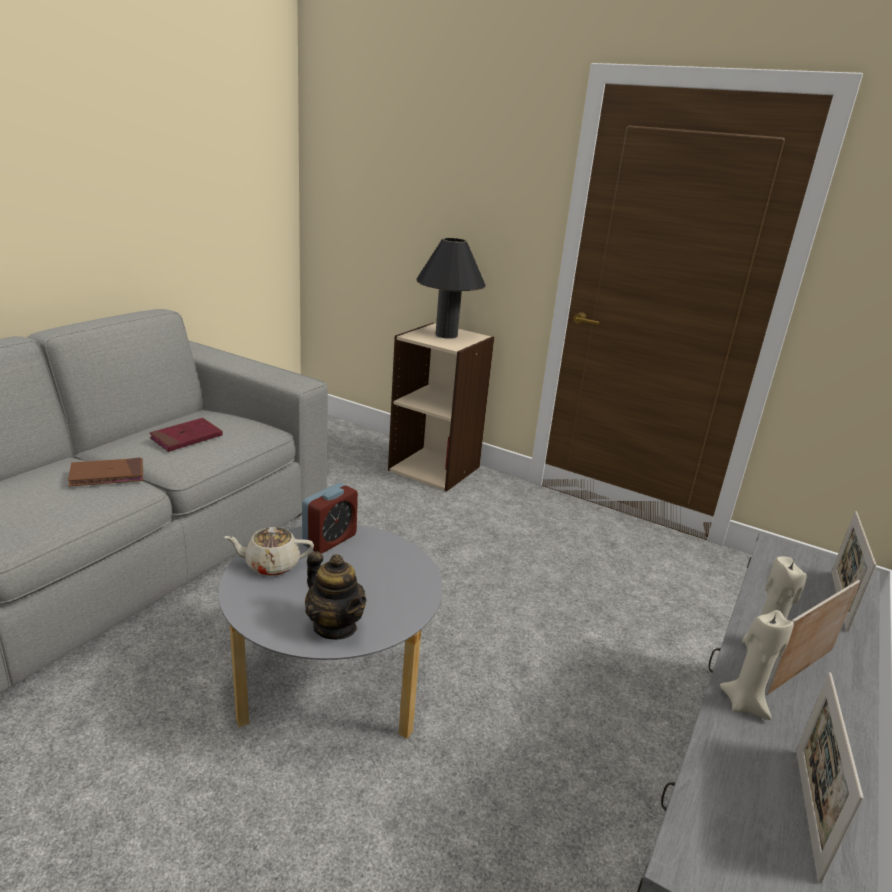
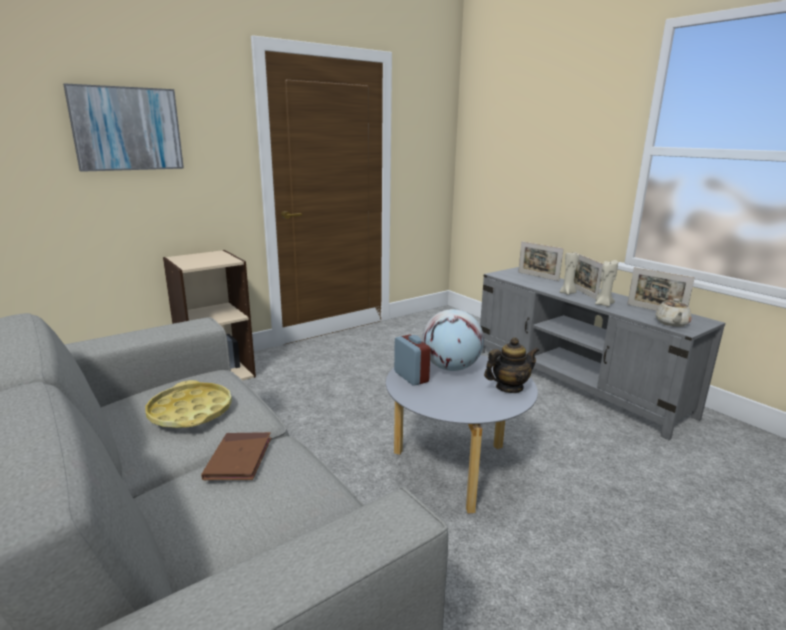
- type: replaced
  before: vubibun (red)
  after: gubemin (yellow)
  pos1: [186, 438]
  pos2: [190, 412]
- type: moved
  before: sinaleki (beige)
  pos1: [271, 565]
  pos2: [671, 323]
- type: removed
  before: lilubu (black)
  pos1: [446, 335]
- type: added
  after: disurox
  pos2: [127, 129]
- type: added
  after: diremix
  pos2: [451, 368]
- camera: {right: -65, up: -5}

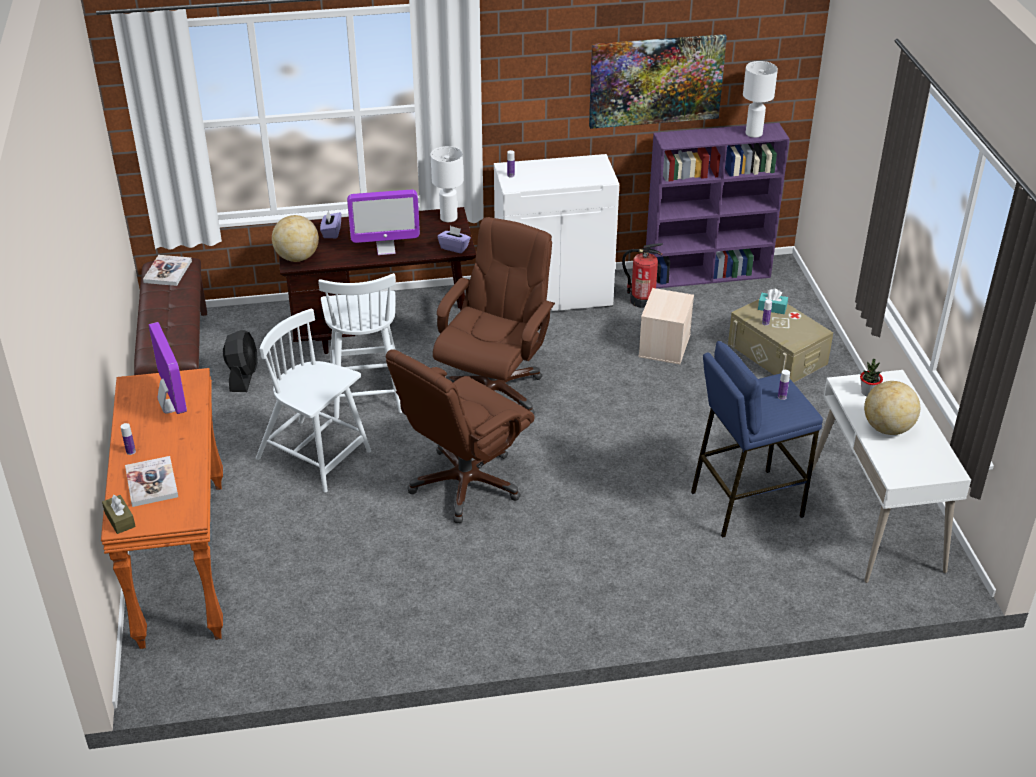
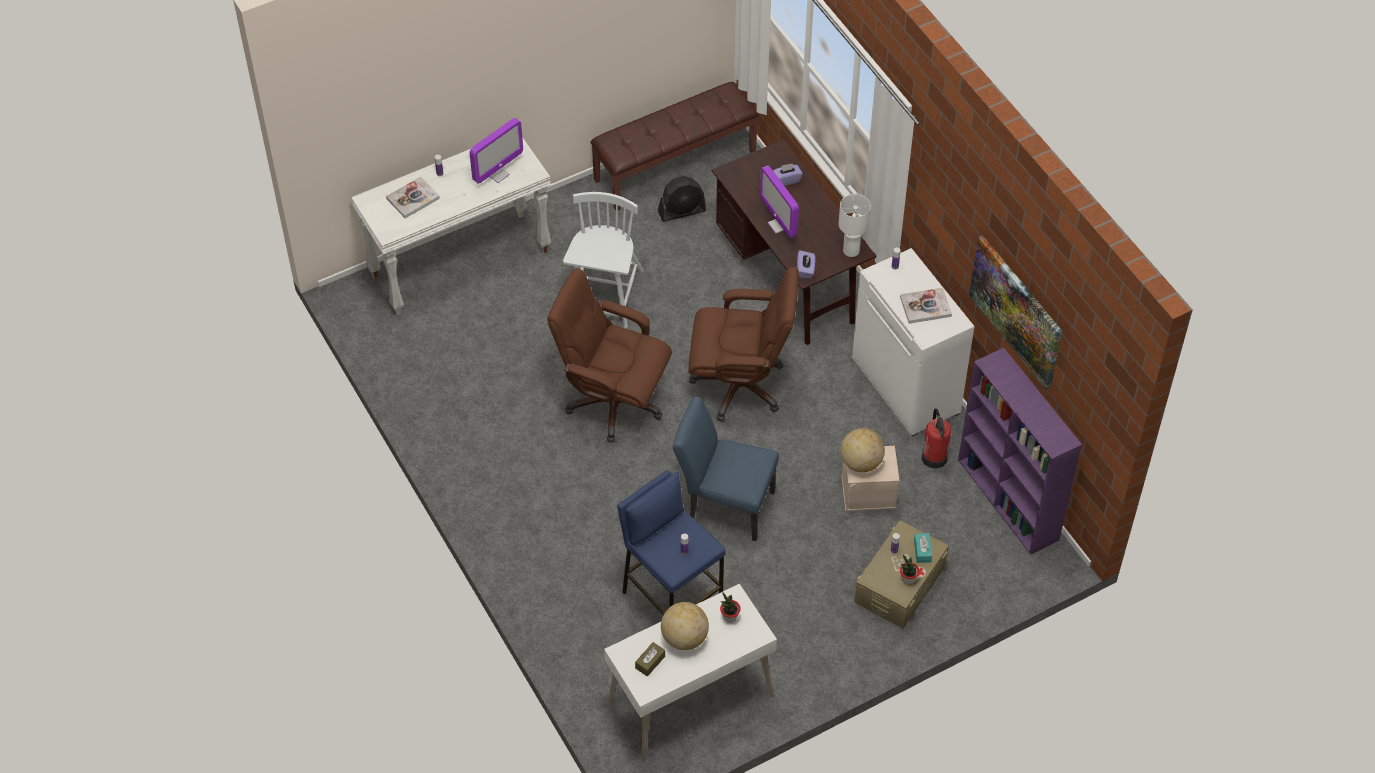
- type: recoloured
  before: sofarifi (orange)
  after: sofarifi (white)
  pos1: [181, 562]
  pos2: [460, 263]
- type: moved
  before: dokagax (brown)
  pos1: [120, 520]
  pos2: [650, 662]
- type: moved
  before: vubibun
  pos1: [168, 272]
  pos2: [925, 306]
- type: moved
  before: diremix
  pos1: [297, 257]
  pos2: [861, 462]
- type: removed
  before: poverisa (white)
  pos1: [366, 387]
- type: removed
  before: lilubu (white)
  pos1: [753, 134]
- type: added
  after: poverisa (blue)
  pos2: [724, 504]
- type: added
  after: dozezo
  pos2: [908, 579]
- camera: {right: 70, up: 15}

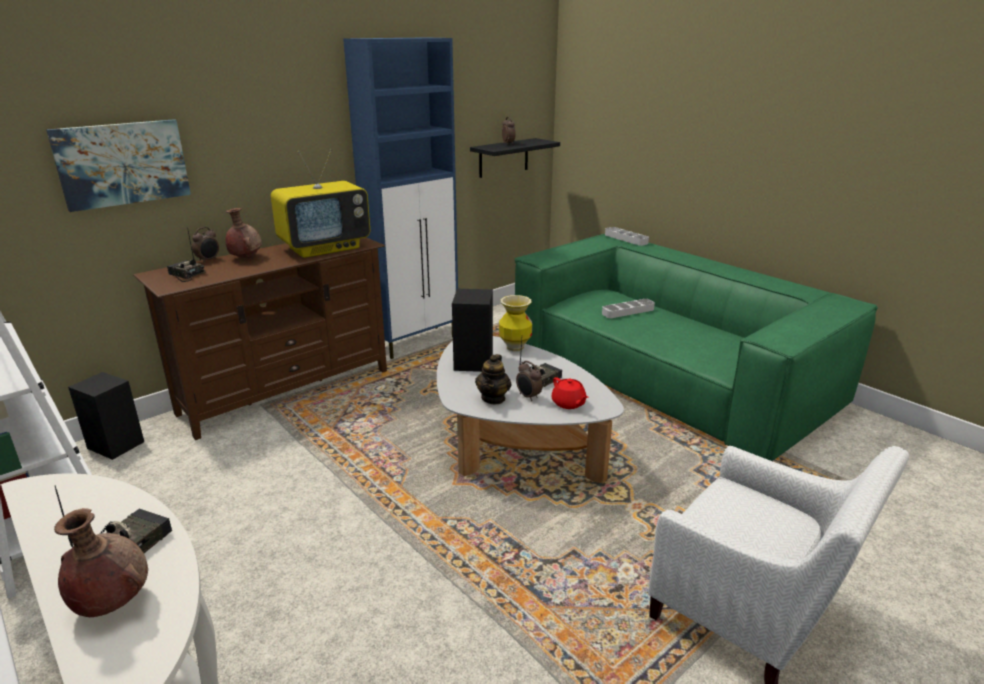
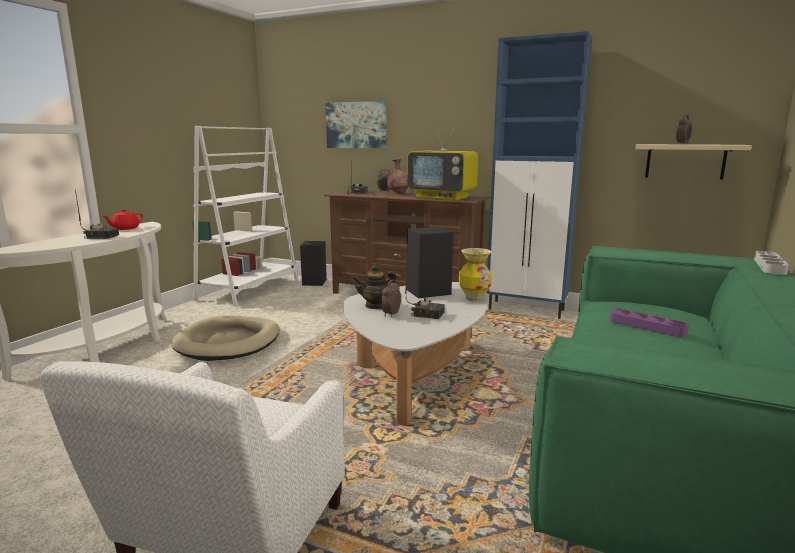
- type: removed
  before: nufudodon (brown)
  pos1: [111, 603]
- type: recoloured
  before: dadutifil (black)
  after: dadutifil (beige)
  pos1: [503, 158]
  pos2: [685, 161]
- type: moved
  before: sinaleki (red)
  pos1: [568, 403]
  pos2: [125, 228]
- type: recoloured
  before: gubemin (grey)
  after: gubemin (purple)
  pos1: [628, 311]
  pos2: [647, 326]
- type: added
  after: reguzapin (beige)
  pos2: [228, 342]
- camera: {right: 65, up: -10}

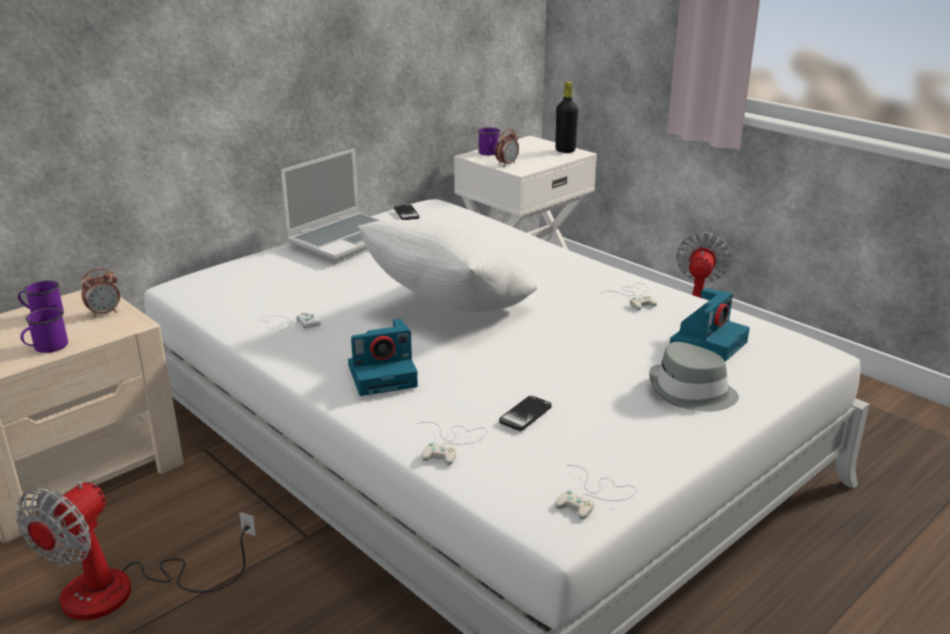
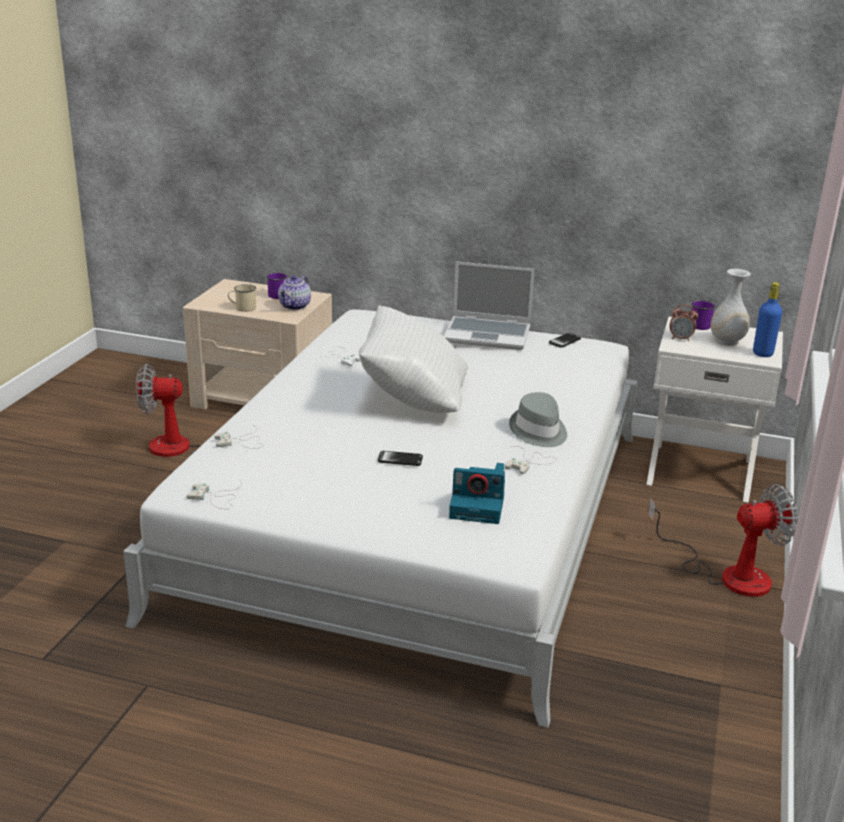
- type: recoloured
  before: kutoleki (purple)
  after: kutoleki (beige)
  pos1: [46, 348]
  pos2: [242, 308]
- type: replaced
  before: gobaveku
  after: sinaleki
  pos1: [104, 313]
  pos2: [295, 306]
- type: removed
  before: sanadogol
  pos1: [384, 375]
- type: moved
  before: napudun
  pos1: [525, 414]
  pos2: [400, 459]
- type: recoloured
  before: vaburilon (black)
  after: vaburilon (blue)
  pos1: [565, 150]
  pos2: [762, 353]
- type: moved
  before: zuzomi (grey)
  pos1: [691, 392]
  pos2: [538, 431]
- type: added
  after: nufudodon (white)
  pos2: [727, 341]
- camera: {right: 60, up: 0}

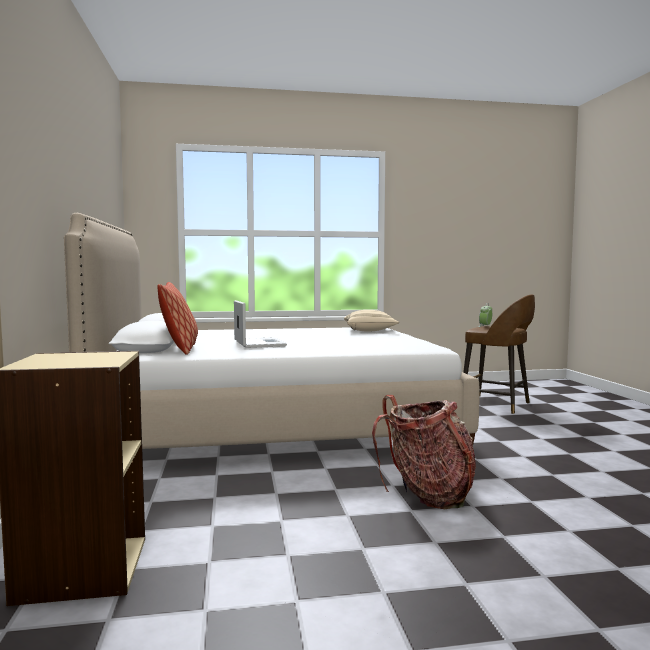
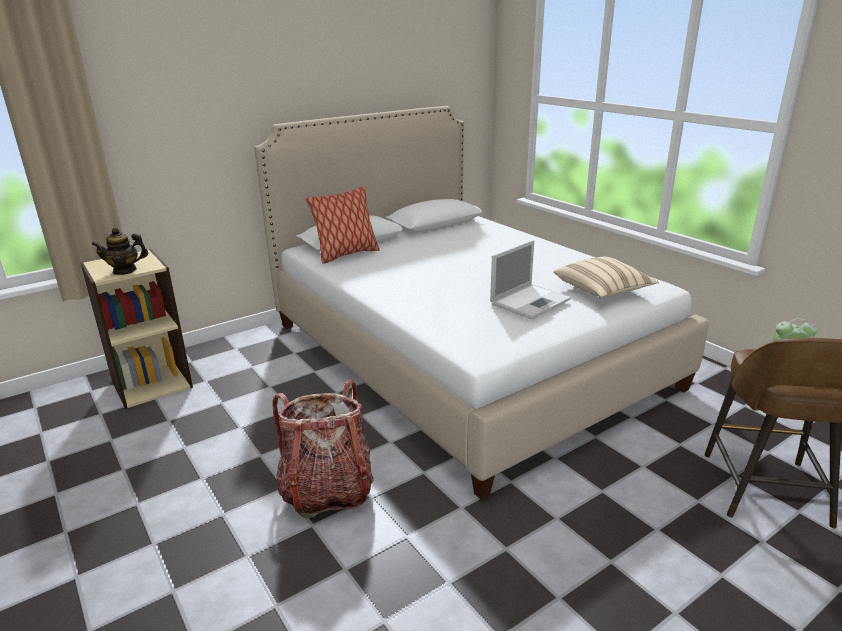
- type: moved
  before: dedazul
  pos1: [259, 343]
  pos2: [531, 301]
- type: added
  after: sinaleki
  pos2: [125, 270]
- camera: {right: 65, up: 20}

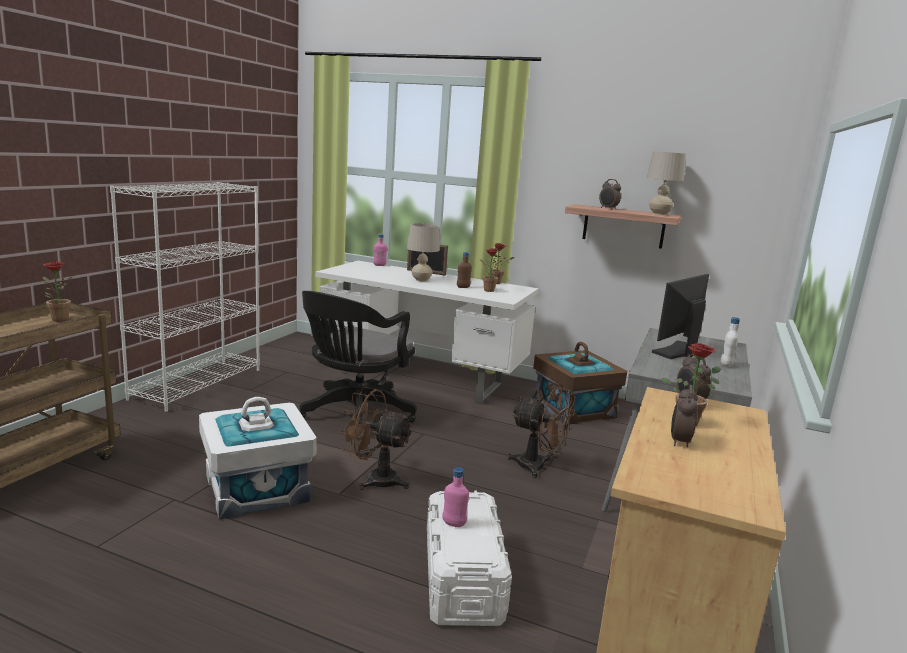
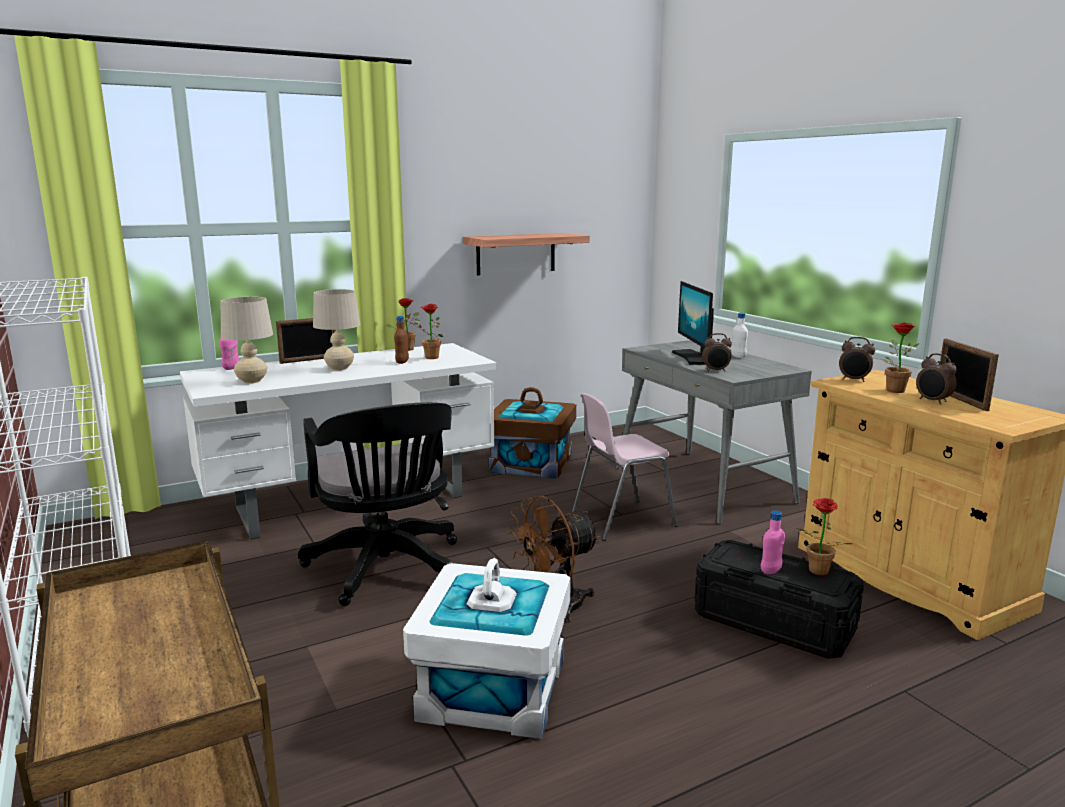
- type: moved
  before: dozezo
  pos1: [57, 319]
  pos2: [816, 572]
- type: recoloured
  before: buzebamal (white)
  after: buzebamal (black)
  pos1: [462, 578]
  pos2: [774, 622]
- type: replaced
  before: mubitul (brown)
  after: poverisa (pink)
  pos1: [538, 467]
  pos2: [621, 520]
- type: moved
  before: gobaveku
  pos1: [608, 208]
  pos2: [716, 371]
- type: moved
  before: lilubu (beige)
  pos1: [659, 214]
  pos2: [252, 381]
- type: added
  after: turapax
  pos2: [960, 400]
- camera: {right: -50, up: 0}

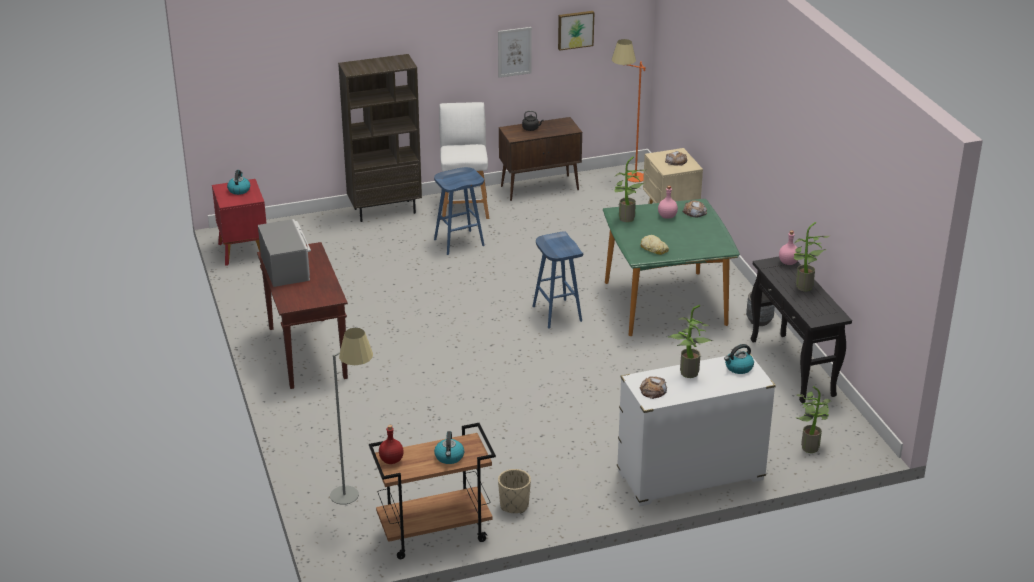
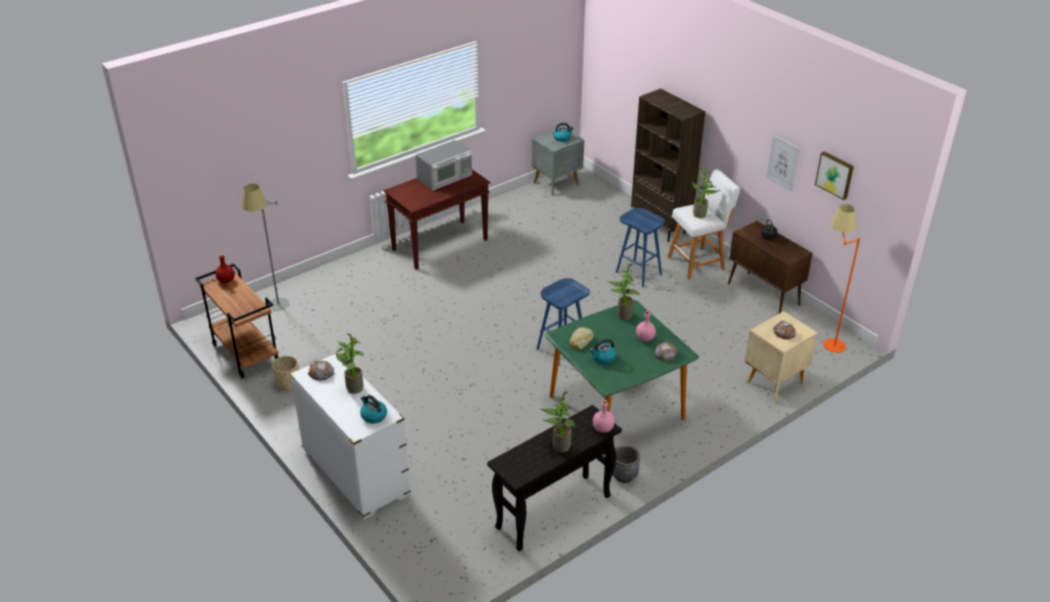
- type: recoloured
  before: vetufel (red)
  after: vetufel (grey)
  pos1: [243, 251]
  pos2: [557, 184]
- type: moved
  before: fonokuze
  pos1: [449, 457]
  pos2: [603, 358]
- type: moved
  before: dozezo
  pos1: [810, 446]
  pos2: [701, 214]
- camera: {right: 70, up: 5}

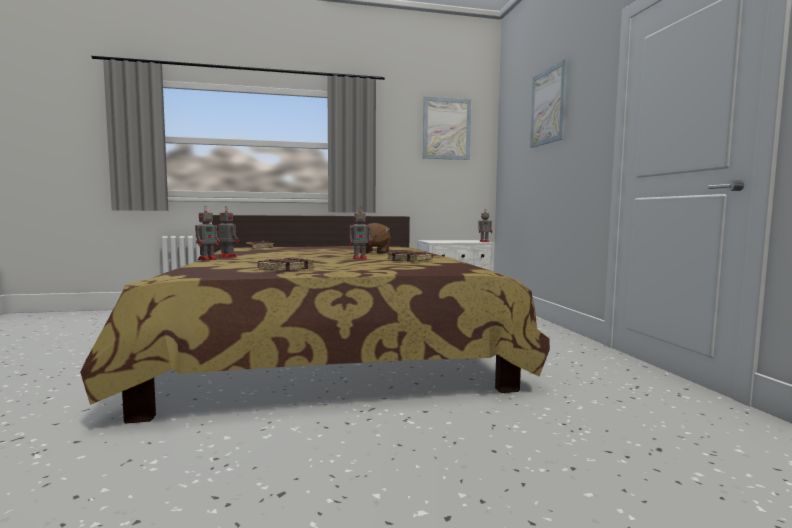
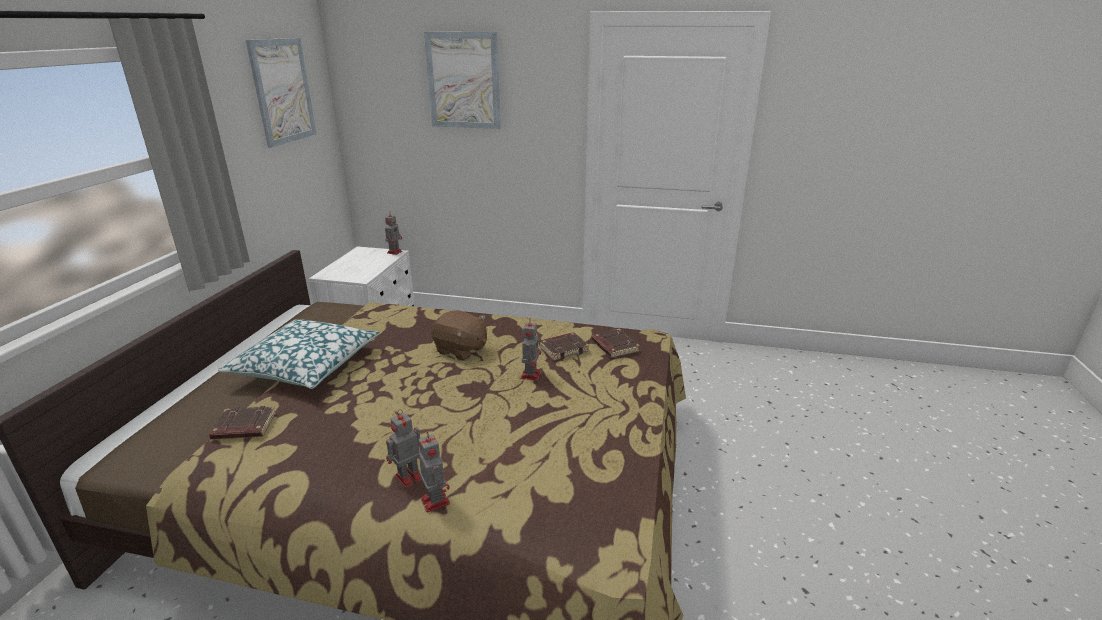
- type: moved
  before: vubibun (brown)
  pos1: [286, 268]
  pos2: [614, 346]
- type: added
  after: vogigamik
  pos2: [306, 365]
- camera: {right: -65, up: 20}

